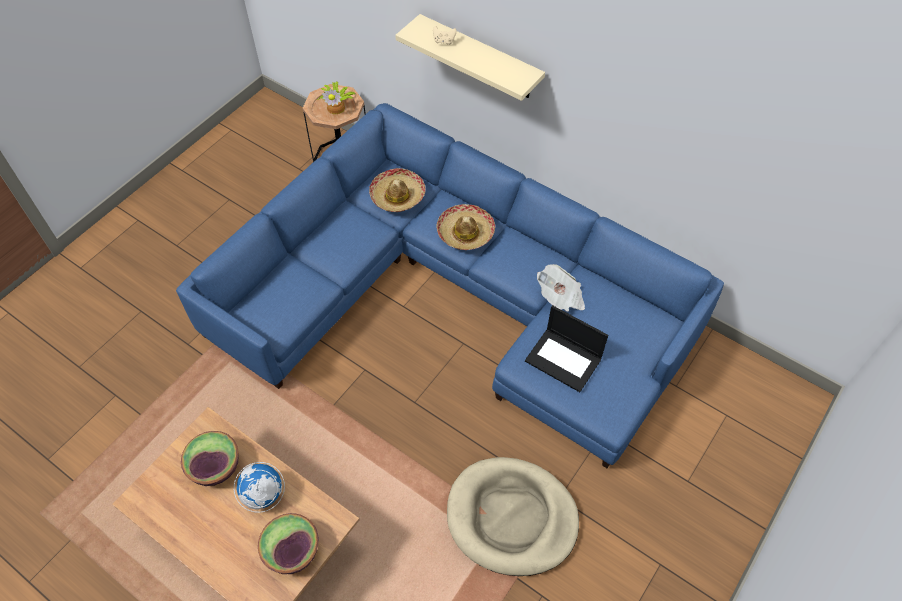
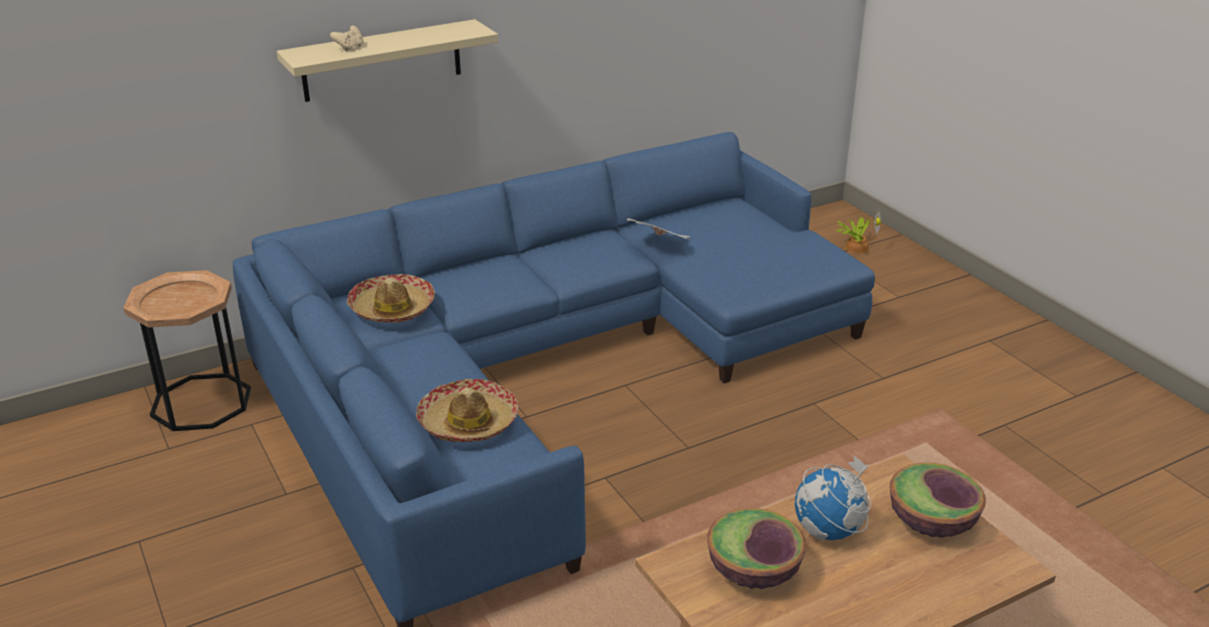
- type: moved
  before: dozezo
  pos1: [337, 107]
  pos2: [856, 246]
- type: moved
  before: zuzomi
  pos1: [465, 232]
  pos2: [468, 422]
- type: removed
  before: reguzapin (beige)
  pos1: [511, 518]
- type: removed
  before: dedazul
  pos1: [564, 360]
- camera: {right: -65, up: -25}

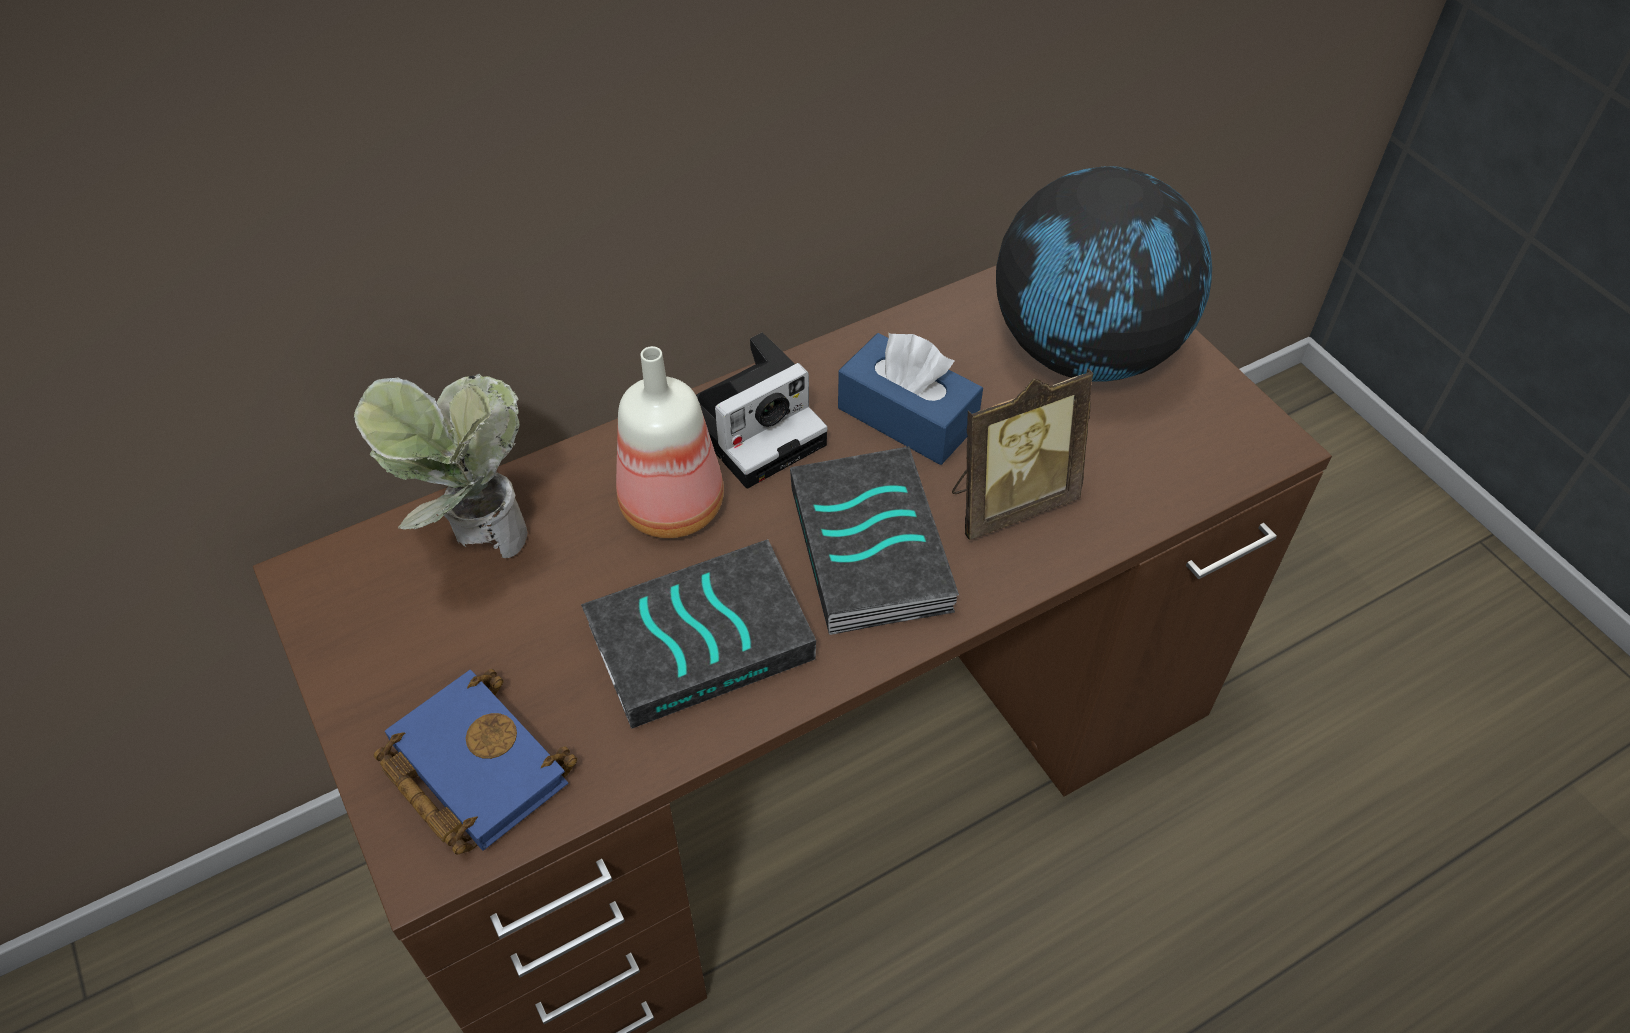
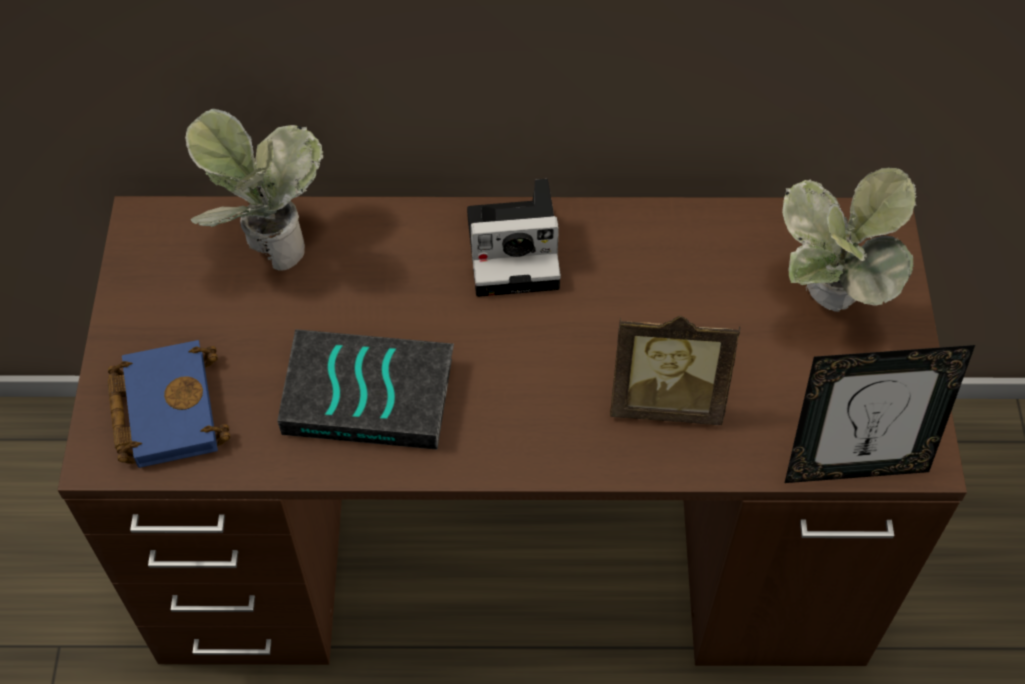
- type: removed
  before: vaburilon
  pos1: [670, 504]
- type: removed
  before: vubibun
  pos1: [874, 550]
- type: removed
  before: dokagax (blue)
  pos1: [907, 417]
- type: replaced
  before: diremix
  after: dozezo
  pos1: [1086, 351]
  pos2: [824, 306]
- type: added
  after: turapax
  pos2: [854, 466]
- camera: {right: 30, up: 5}

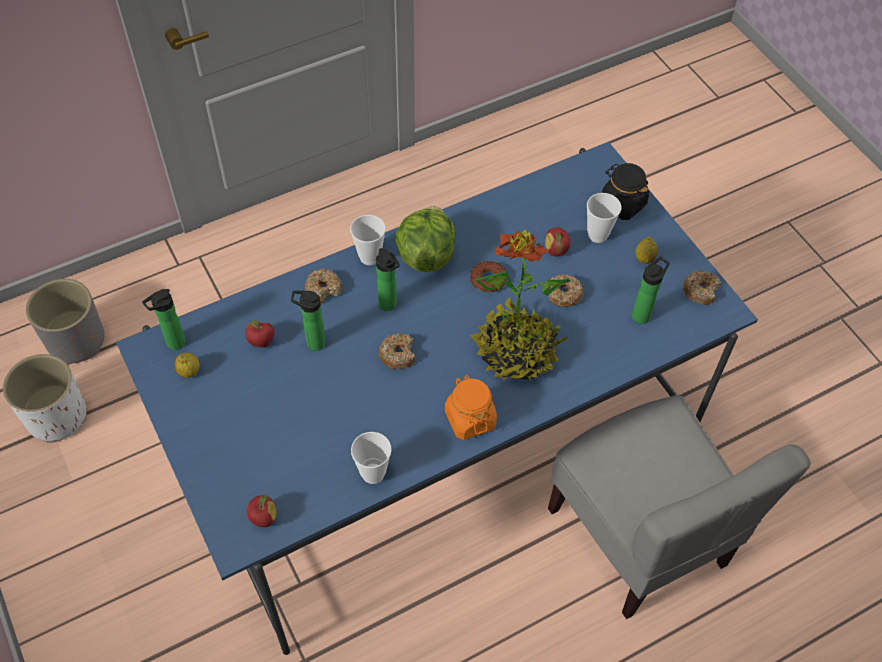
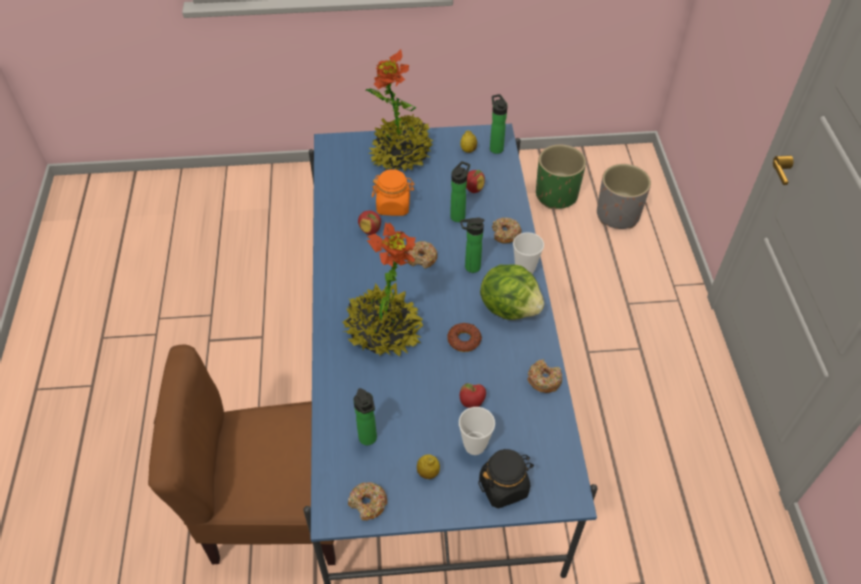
- type: recoloured
  before: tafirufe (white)
  after: tafirufe (green)
  pos1: [56, 416]
  pos2: [556, 195]
- type: moved
  before: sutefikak
  pos1: [263, 518]
  pos2: [370, 230]
- type: removed
  before: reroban
  pos1: [373, 473]
- type: moved
  before: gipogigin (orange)
  pos1: [469, 419]
  pos2: [393, 205]
- type: recoloured
  before: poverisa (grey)
  after: poverisa (brown)
  pos1: [640, 536]
  pos2: [276, 510]
- type: moved
  before: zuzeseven
  pos1: [564, 294]
  pos2: [544, 380]
- type: added
  after: dozezo
  pos2: [401, 154]
- camera: {right: 115, up: -5}

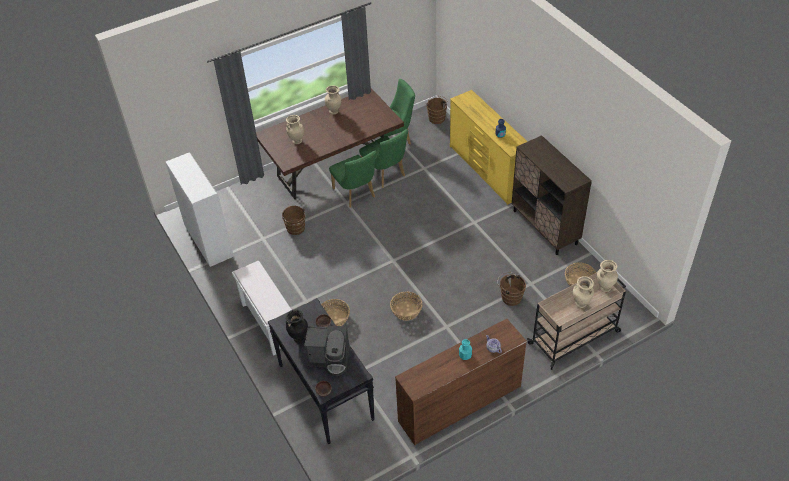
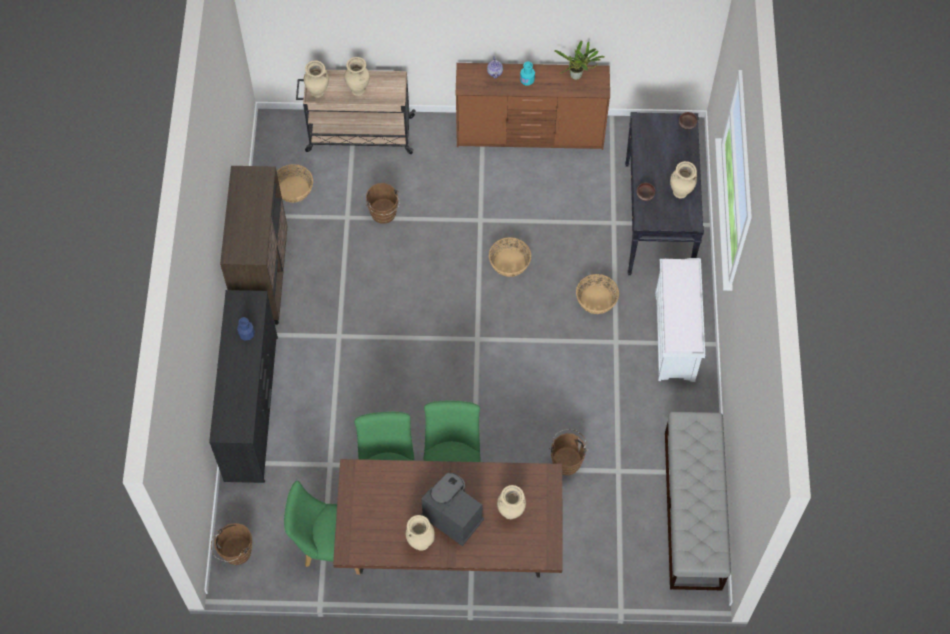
- type: replaced
  before: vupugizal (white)
  after: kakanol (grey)
  pos1: [208, 241]
  pos2: [692, 510]
- type: recoloured
  before: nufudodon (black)
  after: nufudodon (beige)
  pos1: [299, 338]
  pos2: [680, 193]
- type: moved
  before: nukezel
  pos1: [329, 359]
  pos2: [452, 515]
- type: recoloured
  before: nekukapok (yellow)
  after: nekukapok (black)
  pos1: [487, 170]
  pos2: [252, 407]
- type: added
  after: dozezo
  pos2: [577, 76]
- camera: {right: -150, up: 15}

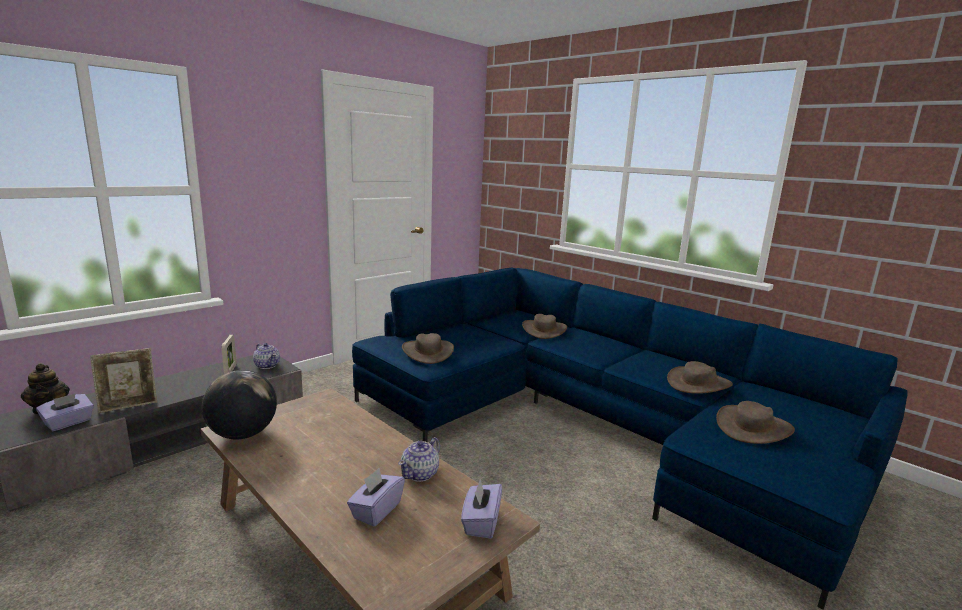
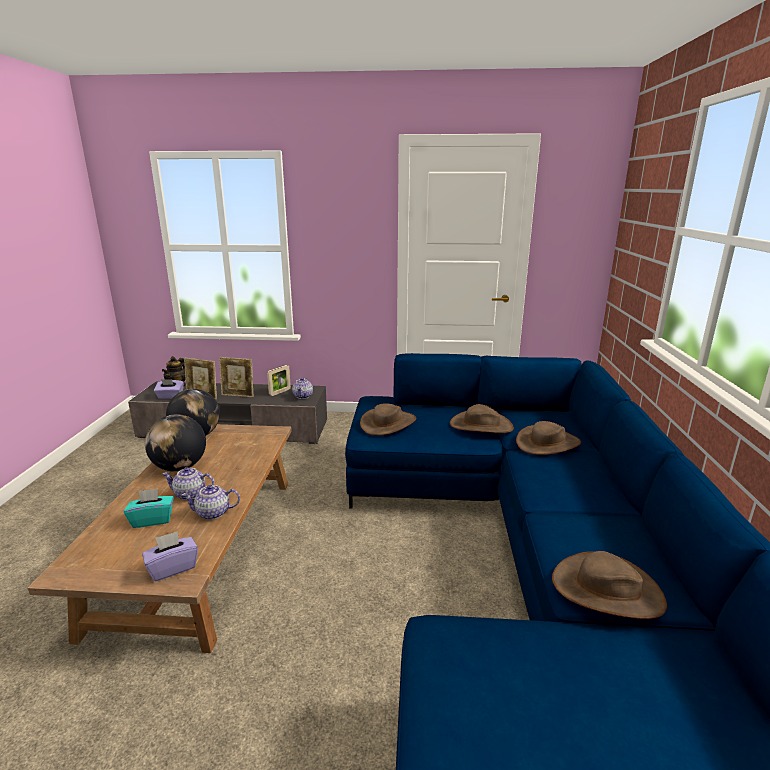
- type: recoloured
  before: dokagax (purple)
  after: dokagax (turquoise)
  pos1: [376, 510]
  pos2: [152, 520]
- type: moved
  before: zuzomi (brown)
  pos1: [754, 427]
  pos2: [481, 425]
- type: added
  after: diremix
  pos2: [180, 467]
- type: added
  after: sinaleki
  pos2: [190, 494]
- type: added
  after: turapax
  pos2: [238, 395]
- camera: {right: 50, up: 5}

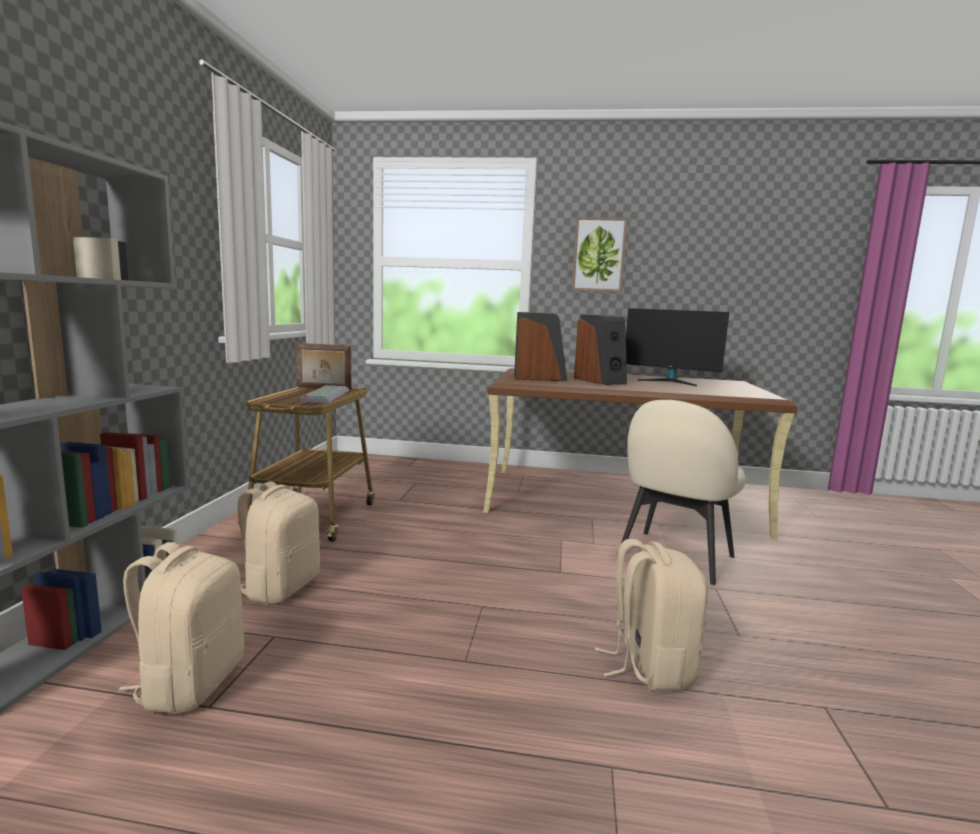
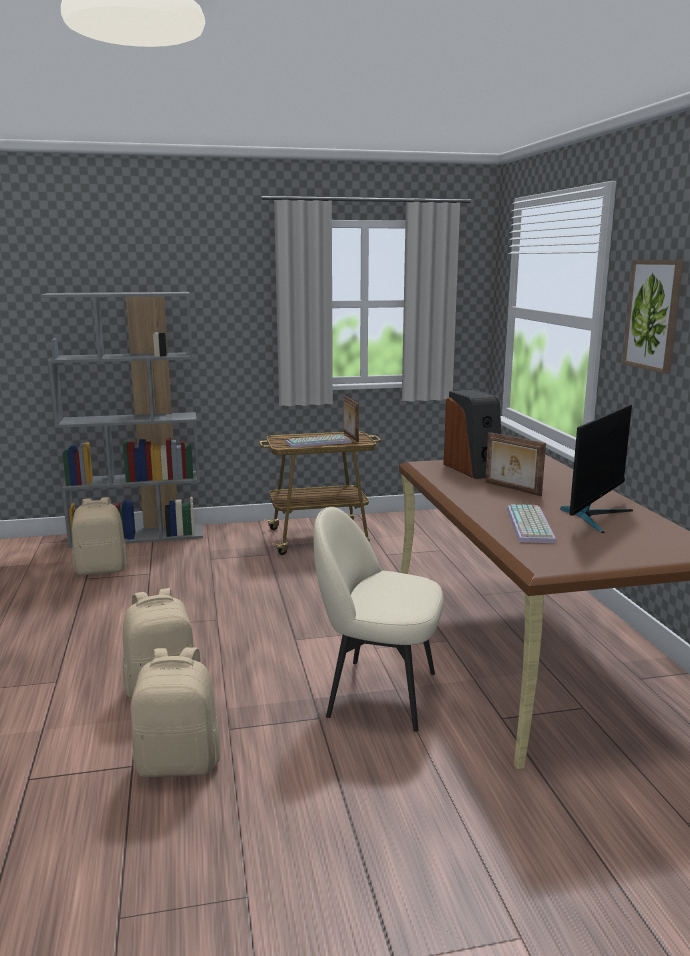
- type: moved
  before: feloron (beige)
  pos1: [280, 588]
  pos2: [179, 763]
- type: replaced
  before: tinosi
  after: turapax
  pos1: [600, 381]
  pos2: [512, 489]
- type: turned
  before: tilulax
  pos1: [670, 381]
  pos2: [593, 516]
  turn: -150
- type: added
  after: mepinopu
  pos2: [532, 525]
- camera: {right: 70, up: 5}

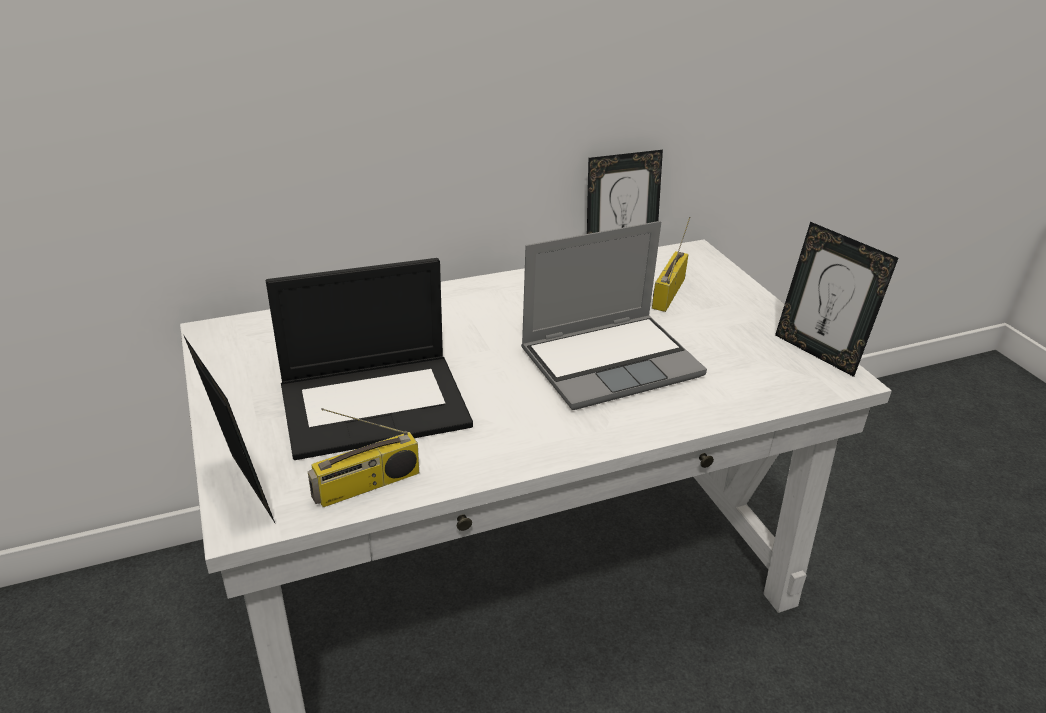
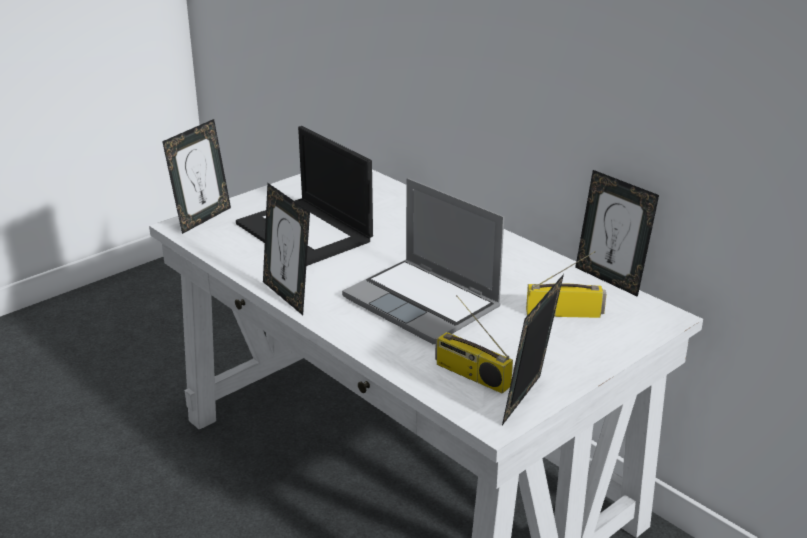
- type: moved
  before: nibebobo
  pos1: [366, 486]
  pos2: [470, 375]
- type: added
  after: turapax
  pos2: [288, 296]
- camera: {right: 70, up: -5}

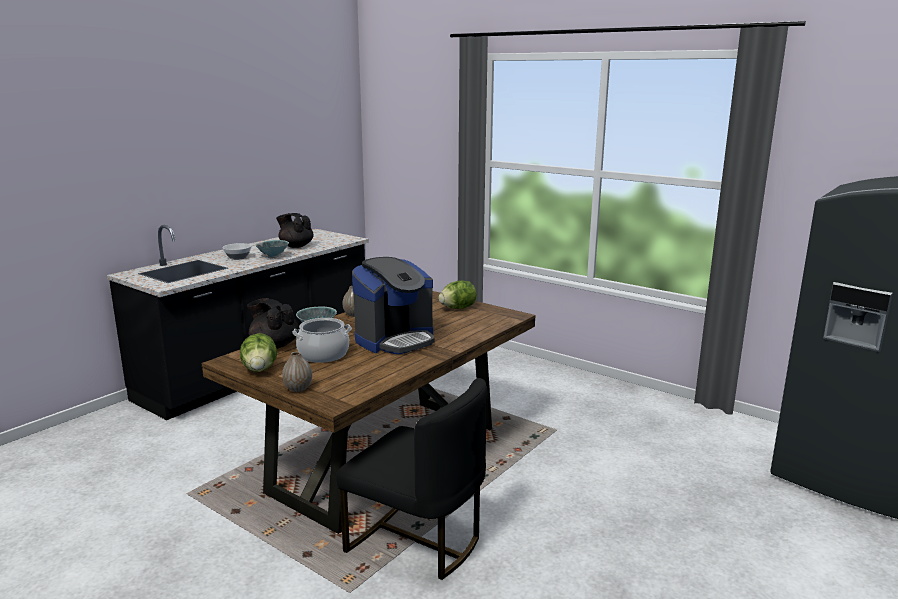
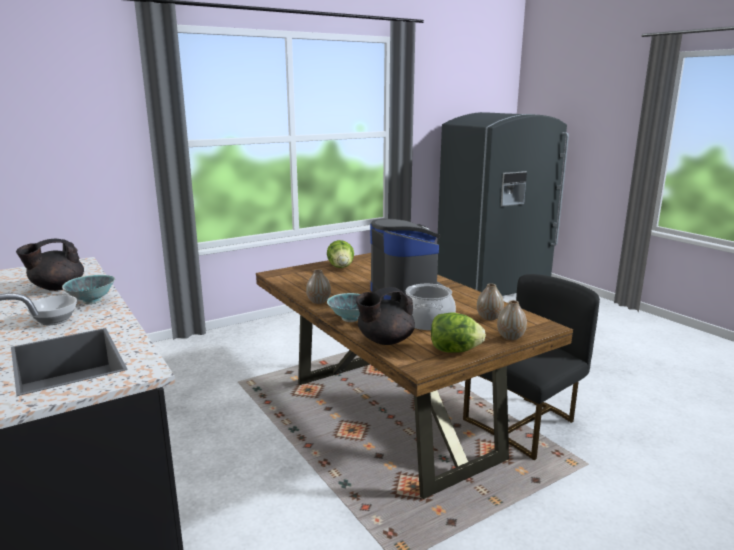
- type: added
  after: nufudodon
  pos2: [489, 318]
- camera: {right: -70, up: 0}

